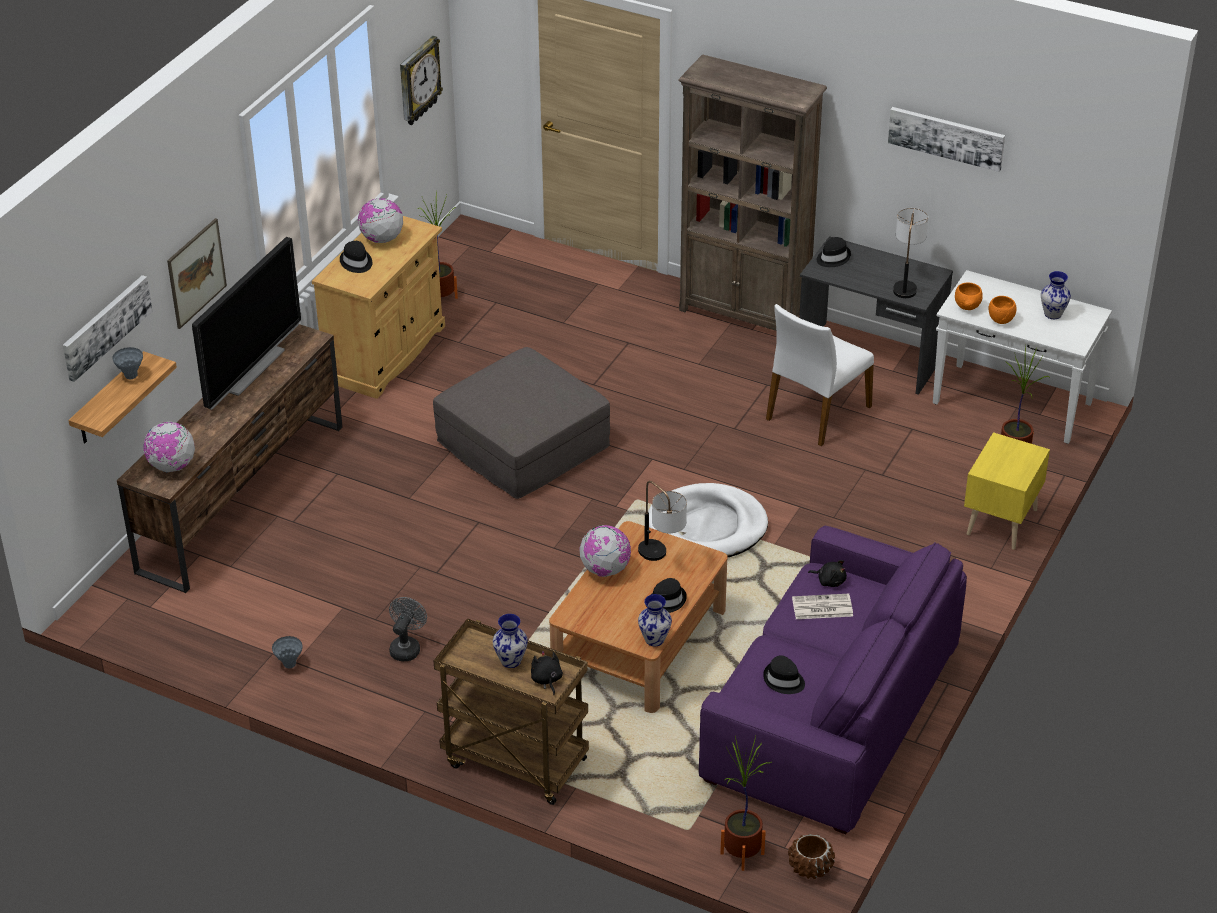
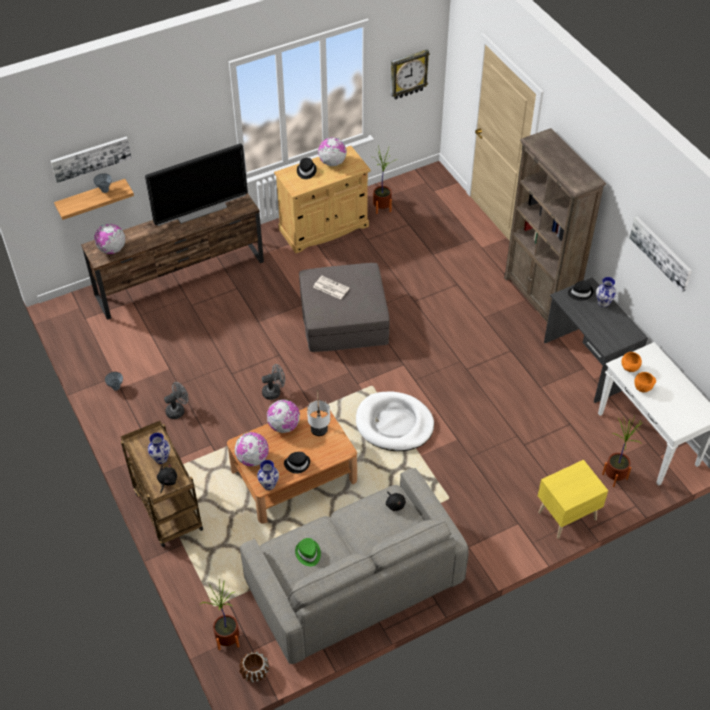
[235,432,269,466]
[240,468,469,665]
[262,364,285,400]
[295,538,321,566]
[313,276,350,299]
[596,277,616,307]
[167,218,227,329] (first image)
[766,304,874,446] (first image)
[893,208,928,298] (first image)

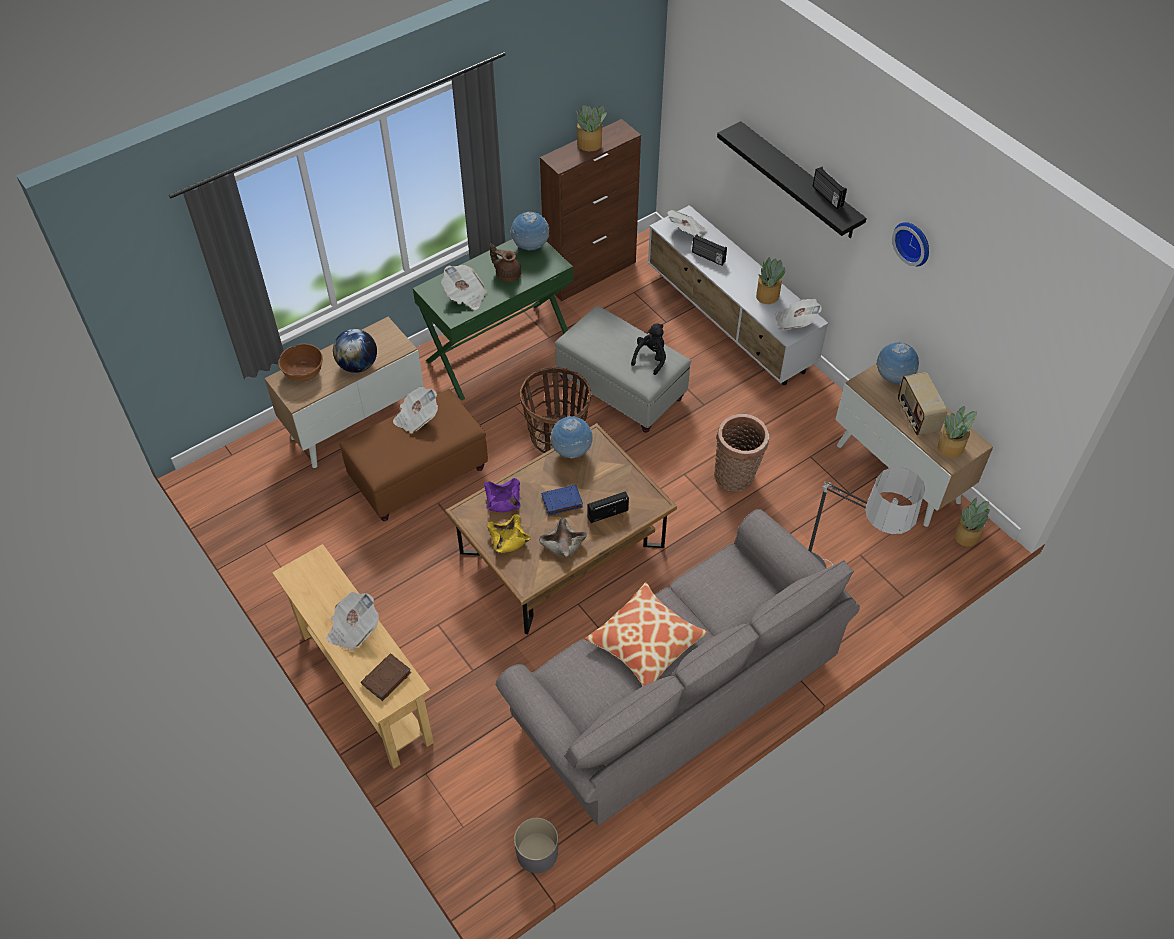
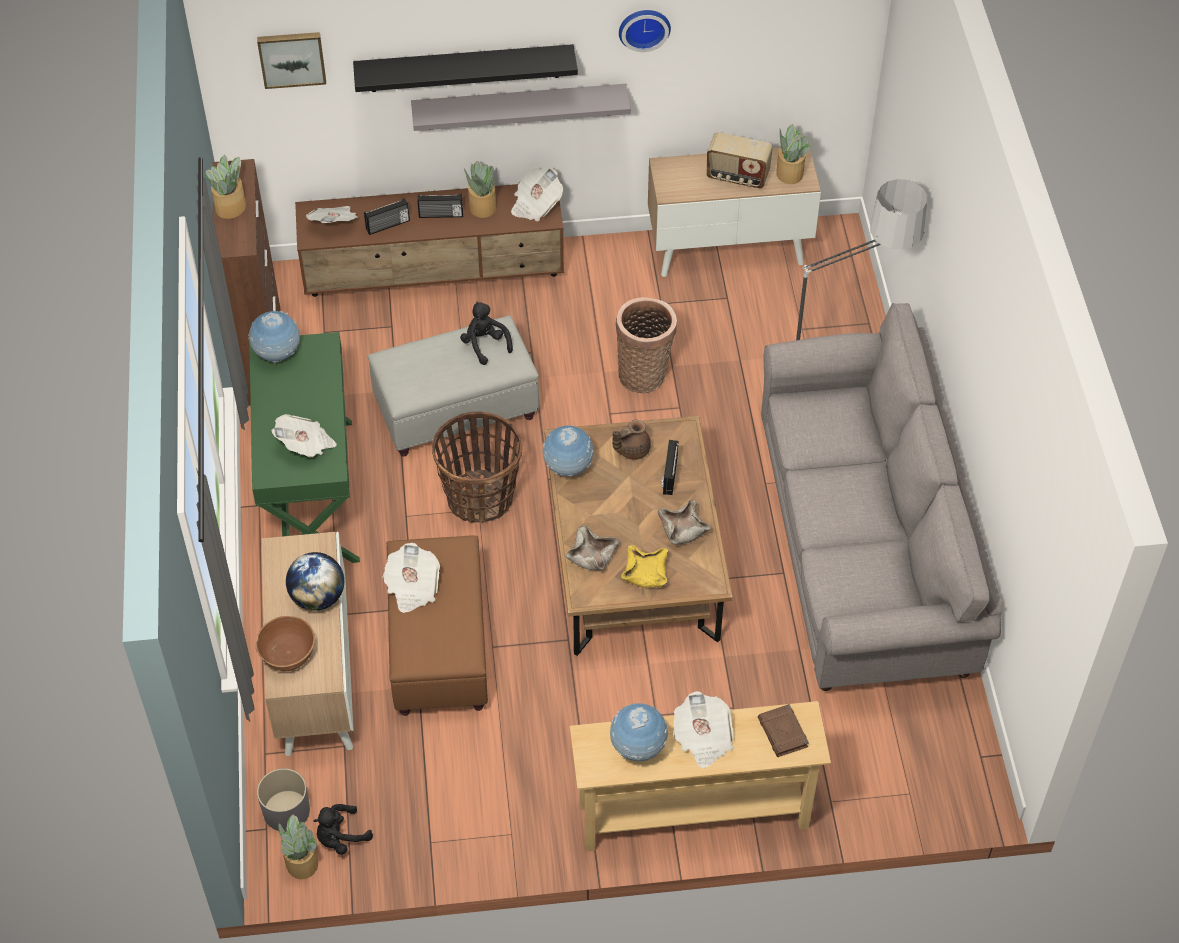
[257,32,326,89]
[257,768,310,832]
[278,815,318,879]
[295,184,564,297]
[313,804,373,855]
[411,84,630,131]
[417,194,463,218]
[566,526,620,570]
[610,703,668,761]
[612,420,651,460]
[542,485,583,516] (first image)
[585,582,708,686] (first image)

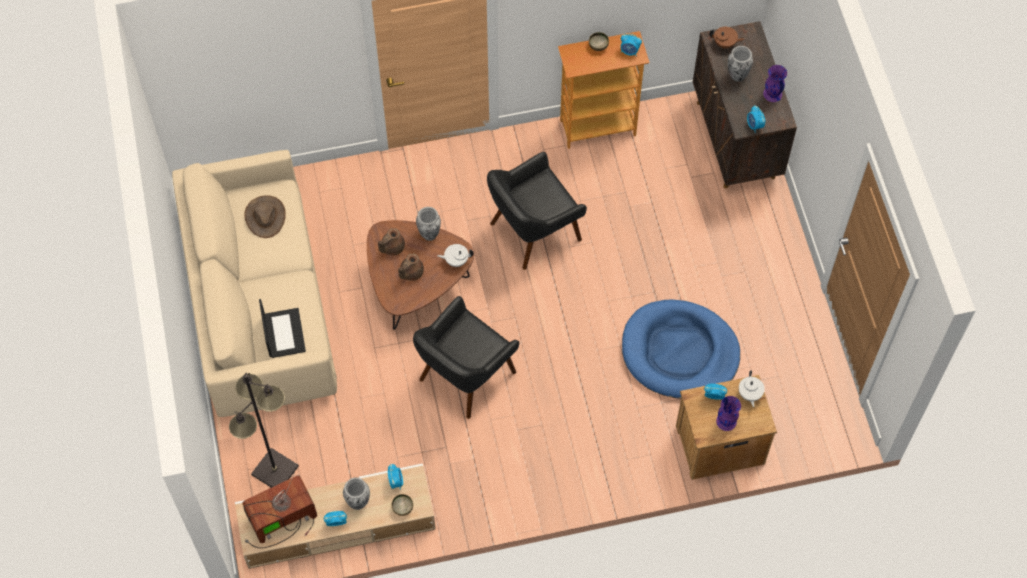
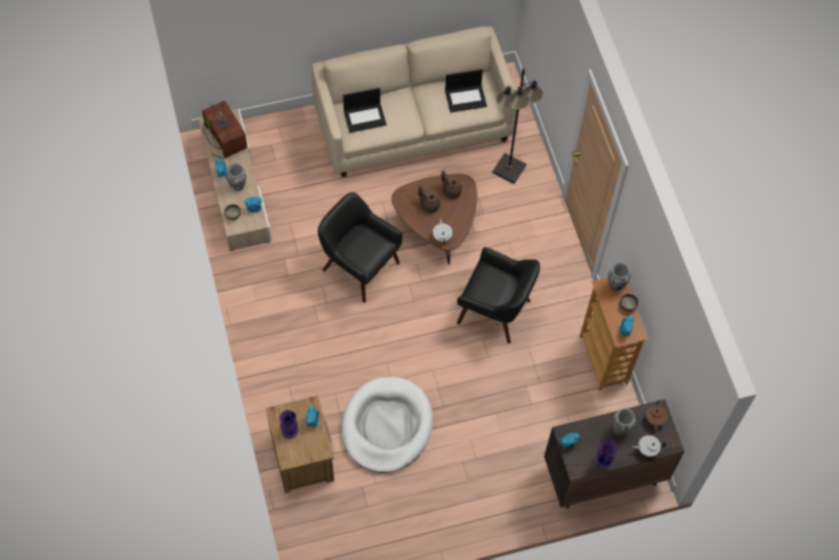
[341,377,433,473]
[445,69,487,113]
[457,247,540,344]
[492,68,543,184]
[608,262,631,291]
[632,435,666,457]

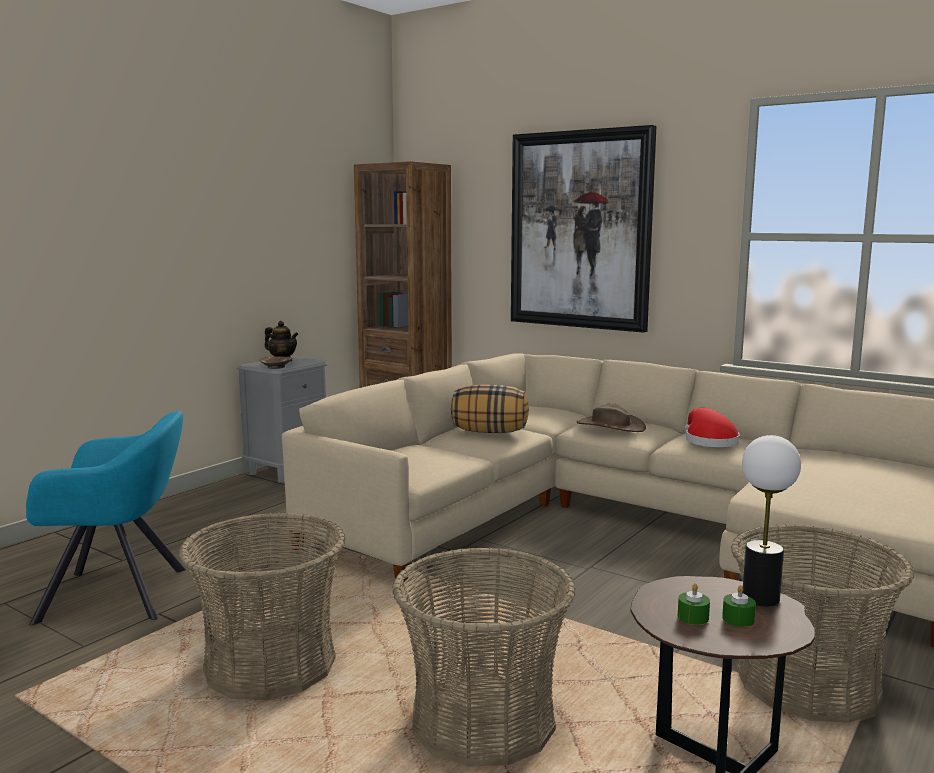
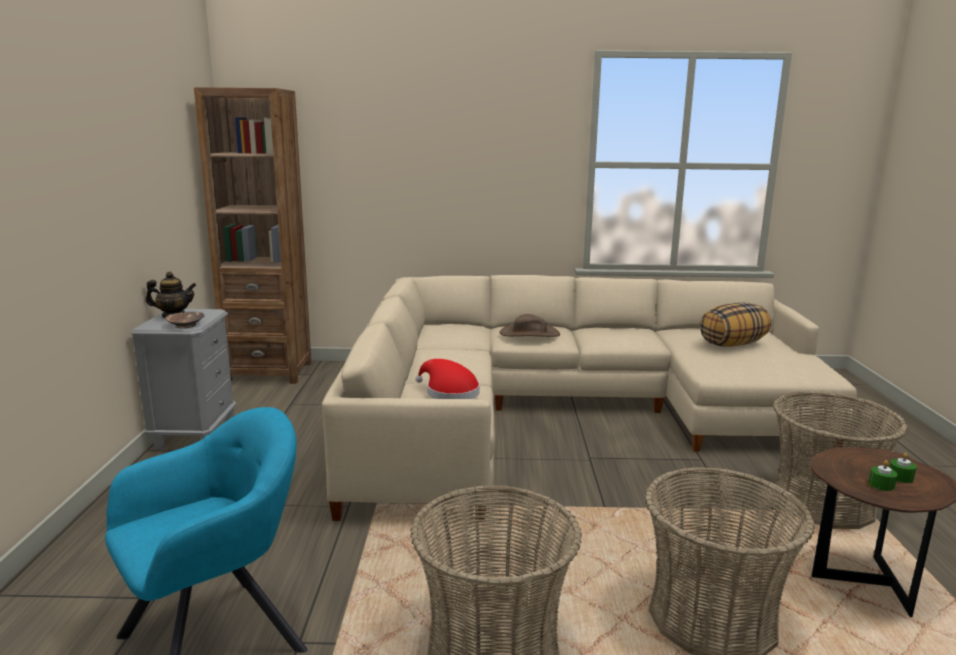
[415,359,480,399]
[700,302,771,347]
[511,125,657,333] (first image)
[742,435,801,606] (first image)

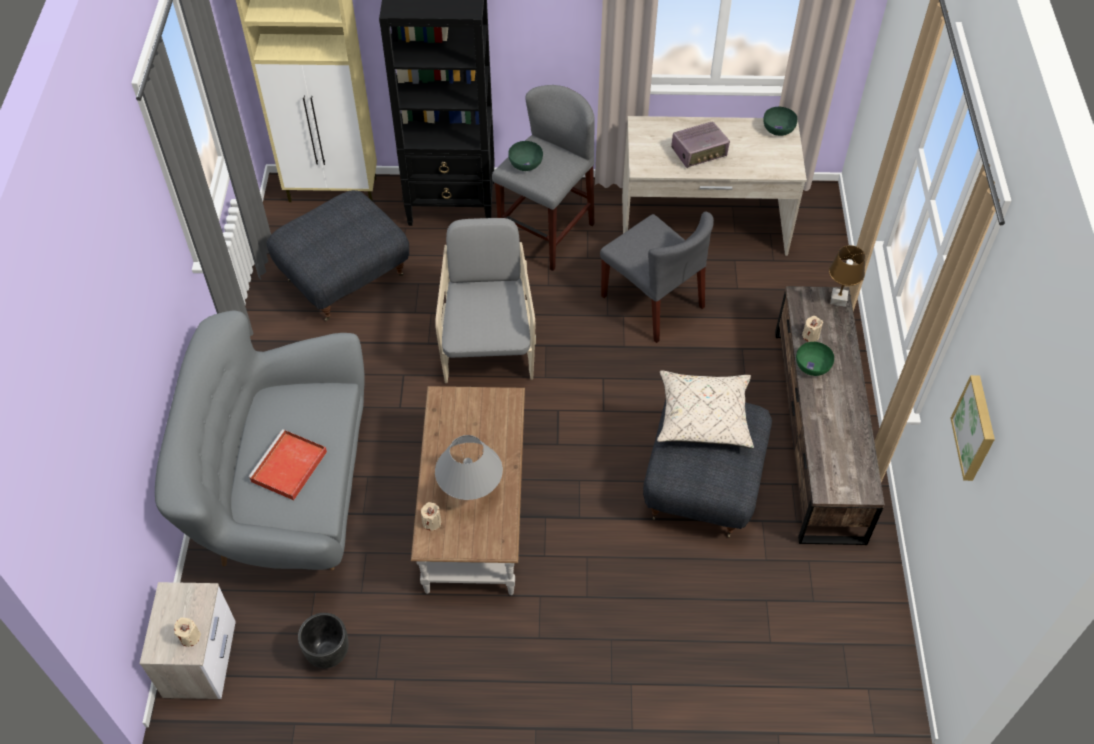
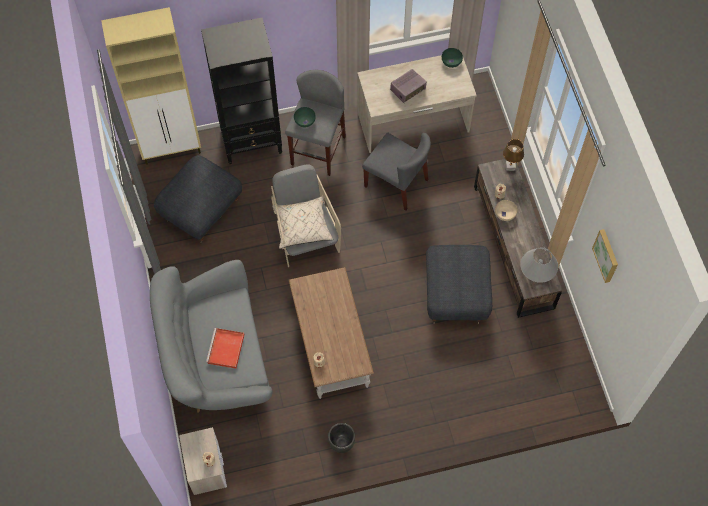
[272,196,333,249]
[328,423,355,453]
[495,200,517,221]
[520,247,558,283]

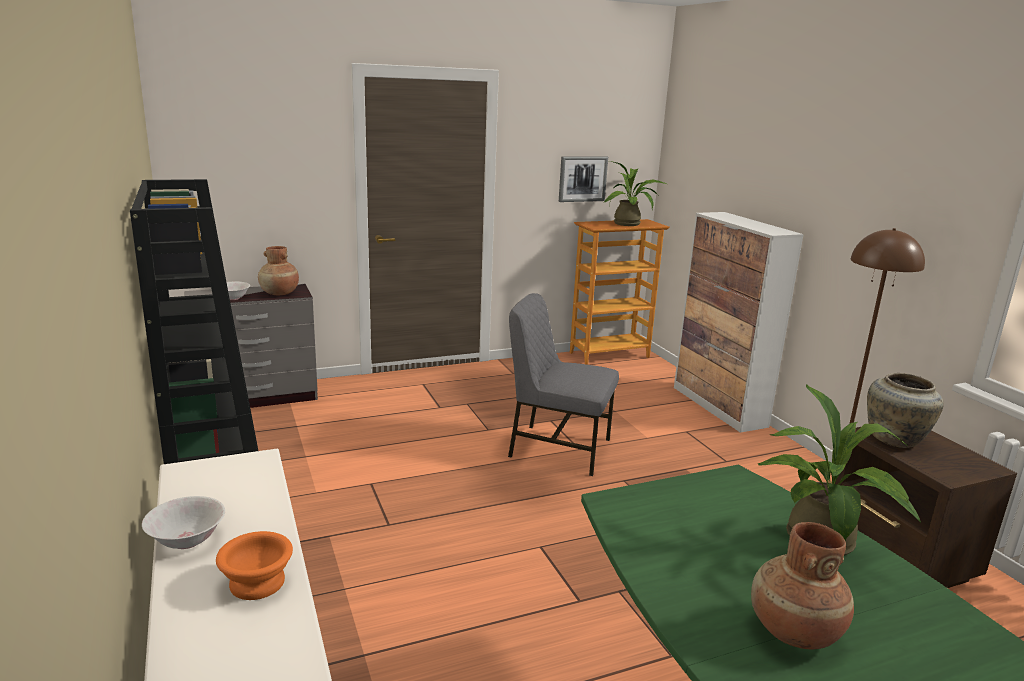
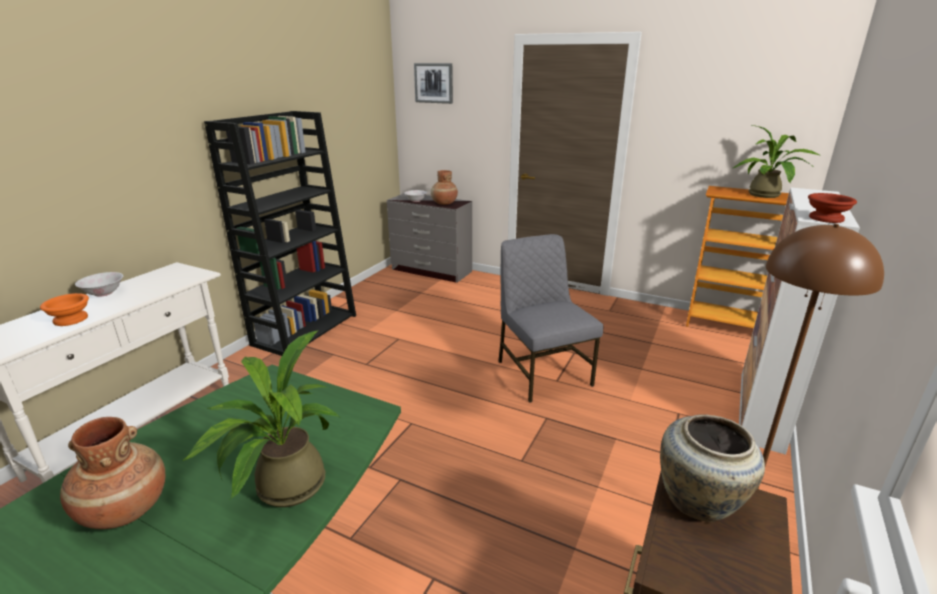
[414,63,453,104]
[808,193,857,223]

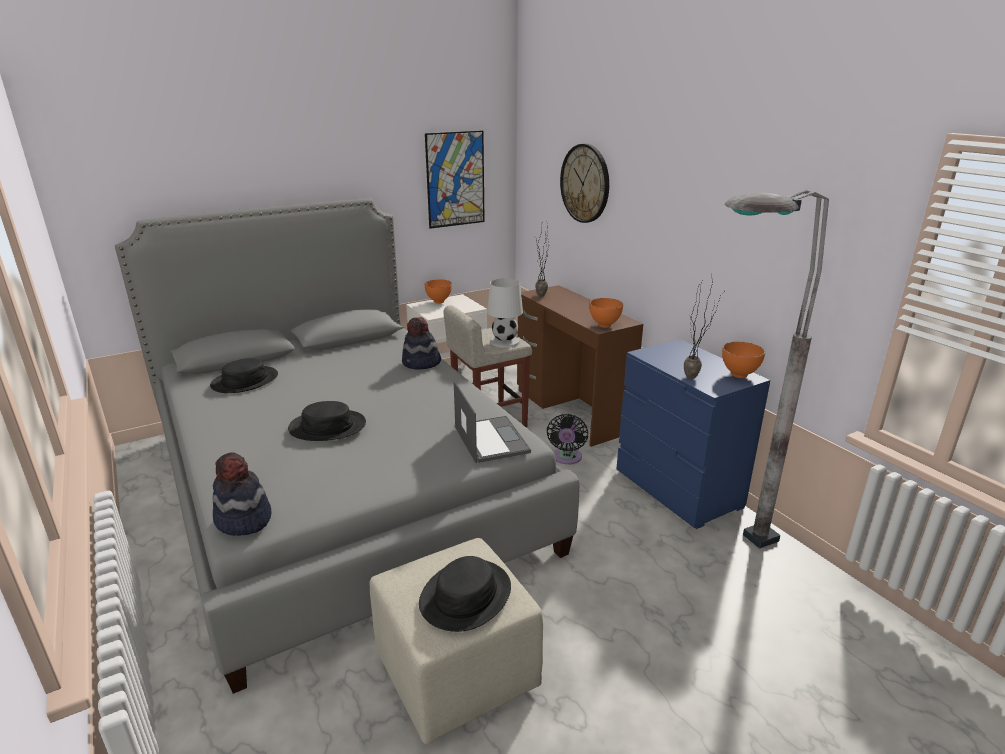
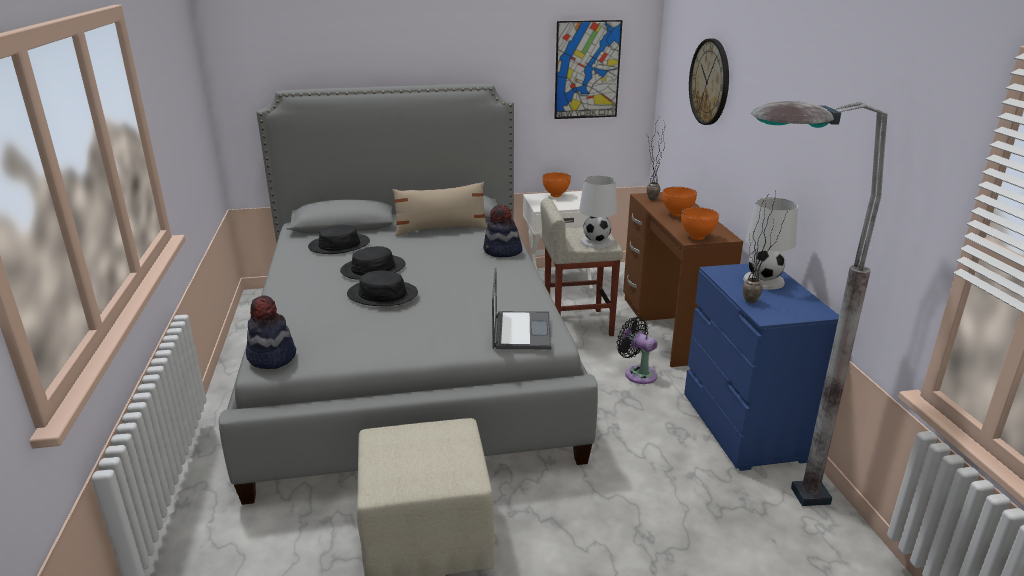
[340,246,406,280]
[392,182,487,236]
[617,317,658,384]
[662,187,697,217]
[743,198,798,290]

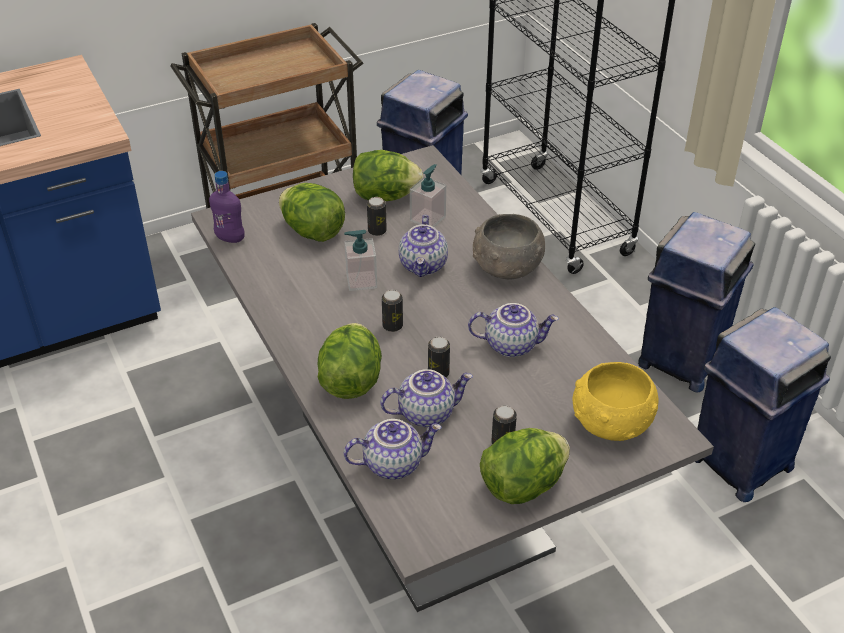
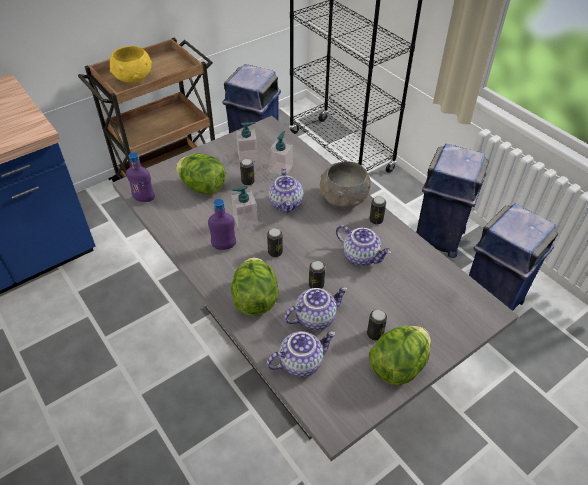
[109,46,152,83]
[208,199,236,250]
[236,122,258,162]
[336,225,391,266]
[369,196,386,225]

